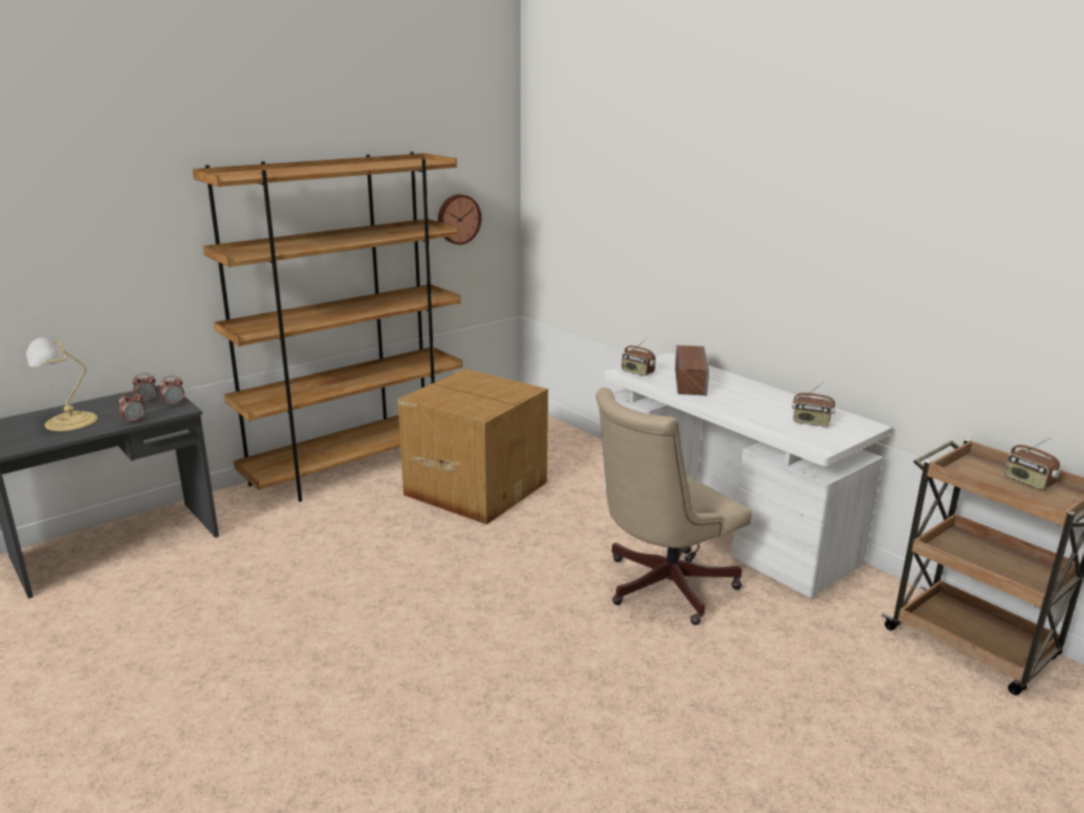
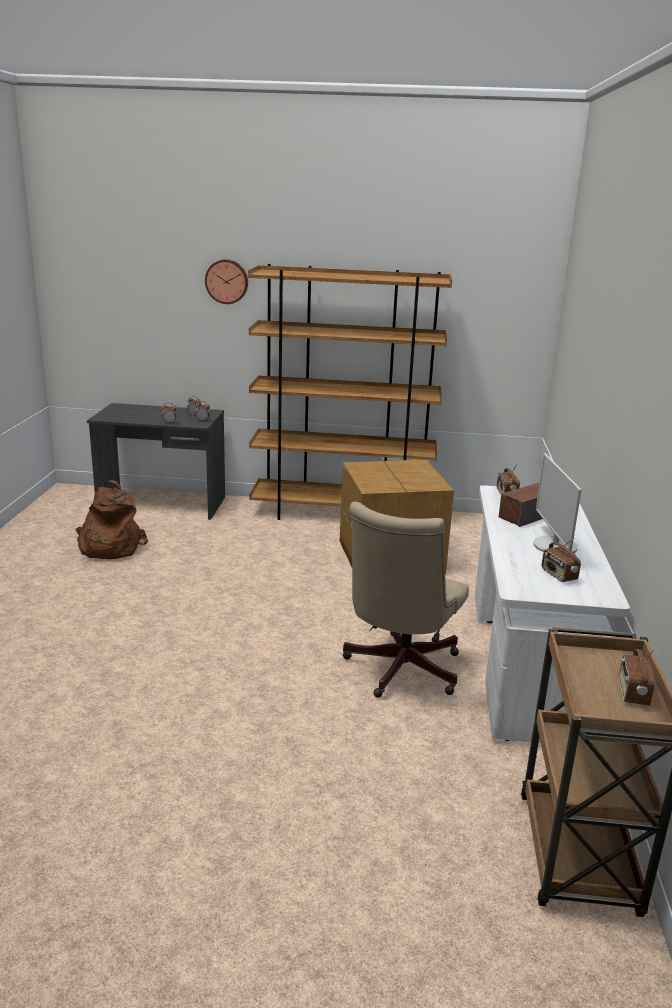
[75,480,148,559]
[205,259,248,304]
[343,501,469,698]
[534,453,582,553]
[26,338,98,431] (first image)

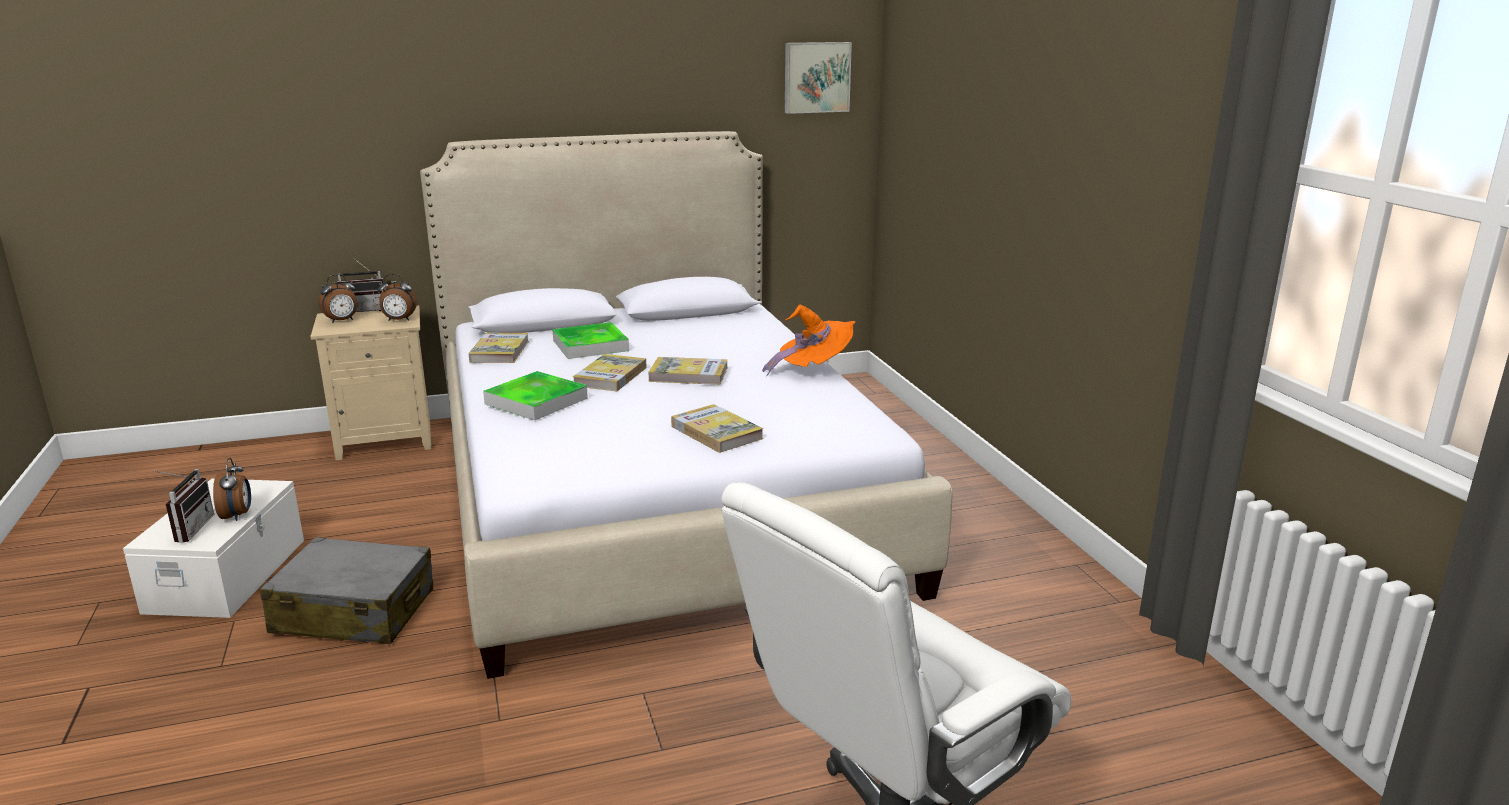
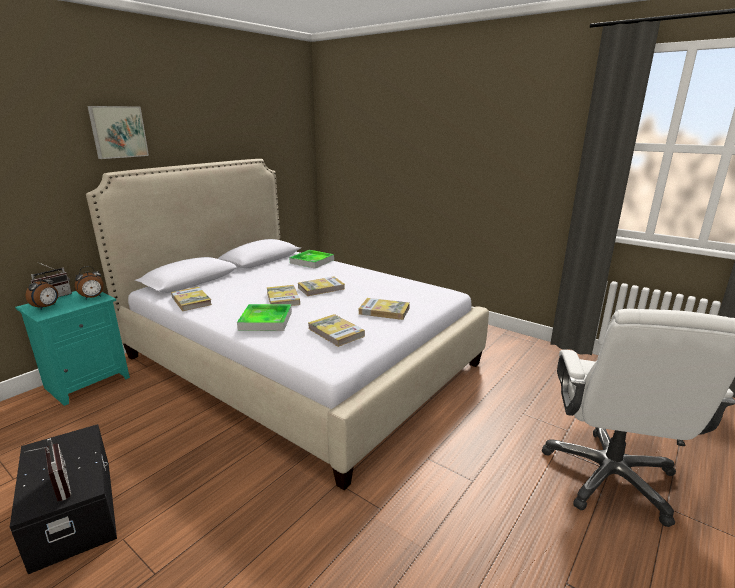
[10,424,117,574]
[15,291,130,406]
[87,106,149,159]
[289,250,334,269]
[308,314,365,347]
[213,458,251,521] (first image)
[260,537,433,644] (first image)
[762,304,855,376] (first image)

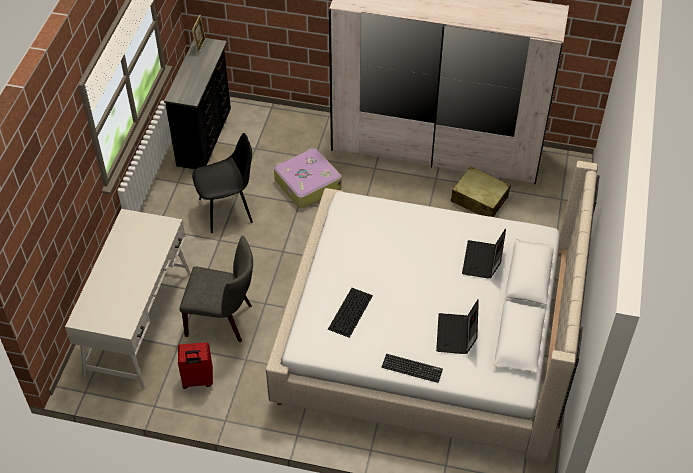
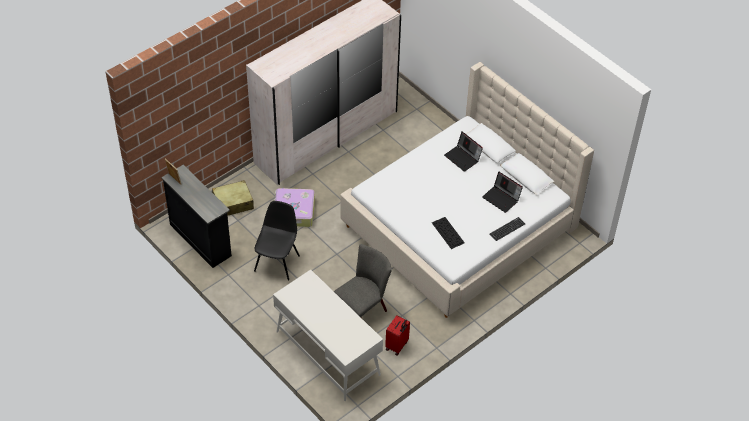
[212,180,254,216]

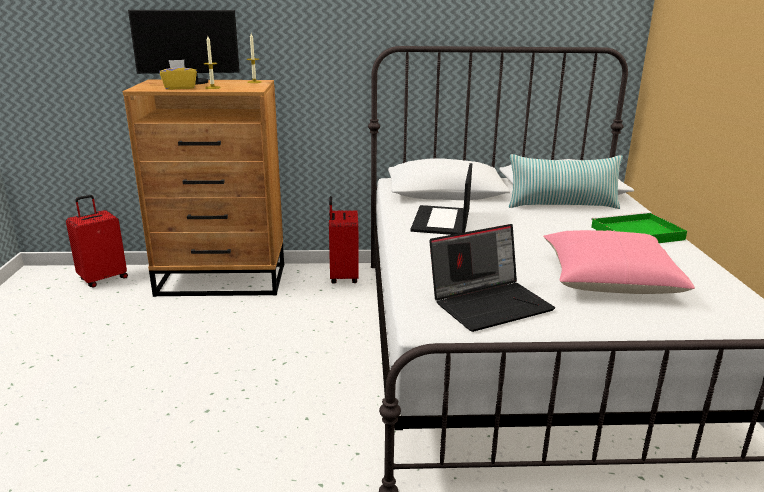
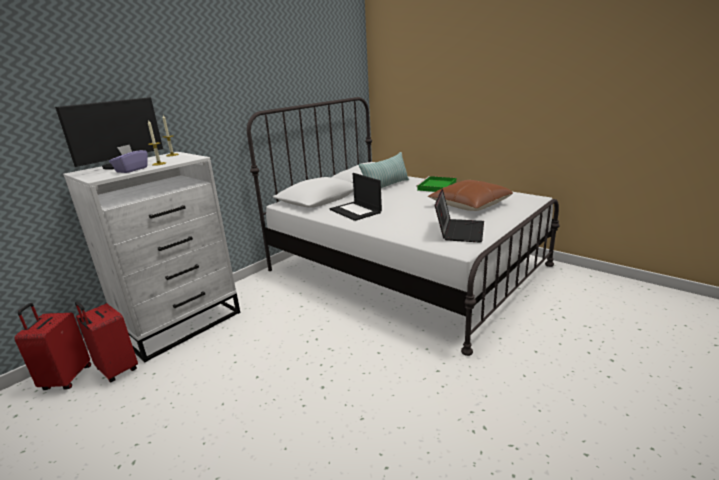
[63,152,240,362]
[75,301,138,383]
[109,145,148,173]
[427,180,513,211]

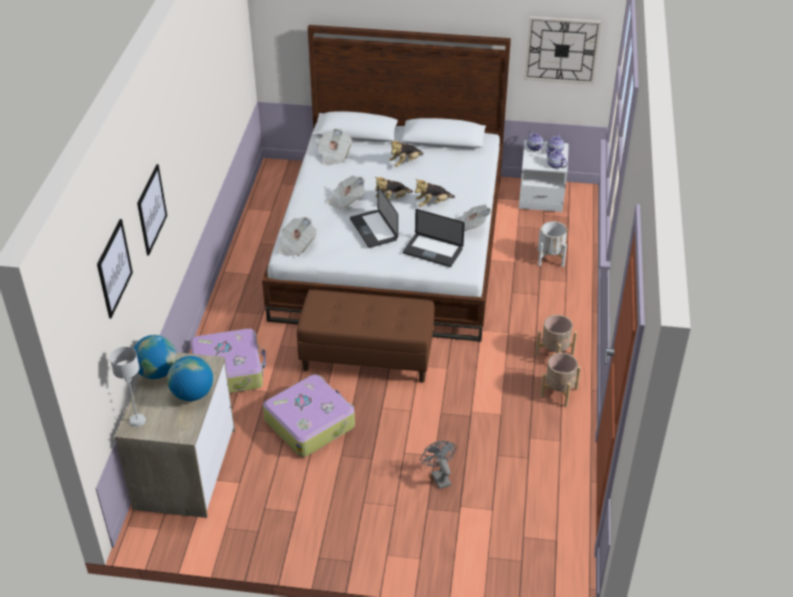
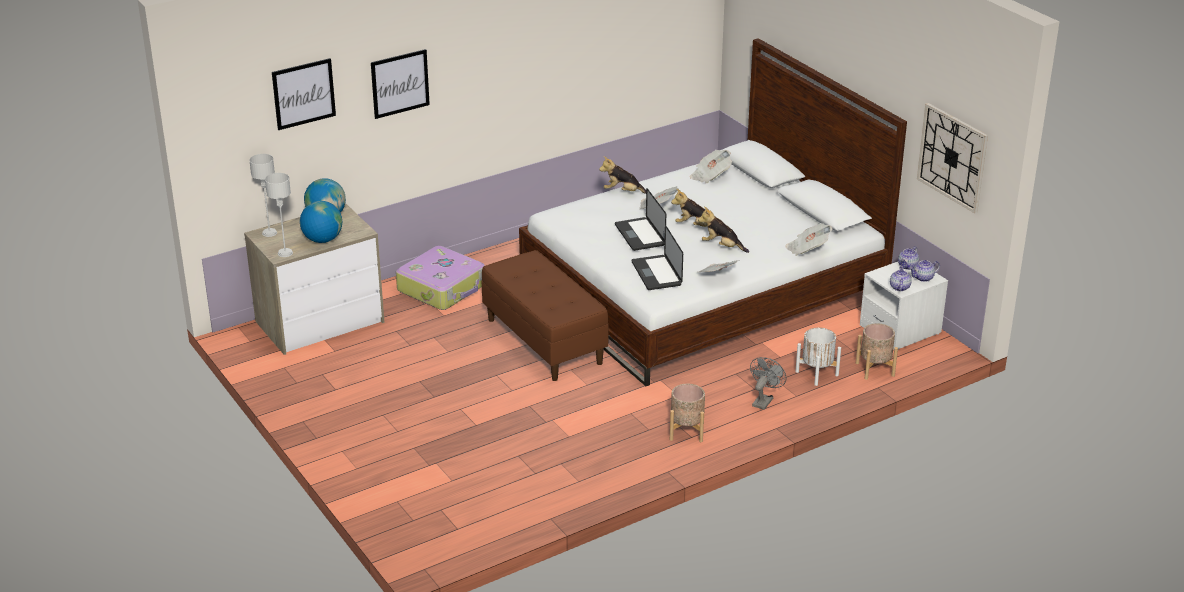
[265,173,293,257]
[599,156,646,194]
[615,188,666,251]
[750,357,787,410]
[785,223,832,256]
[856,323,898,380]
[263,374,355,457] (first image)

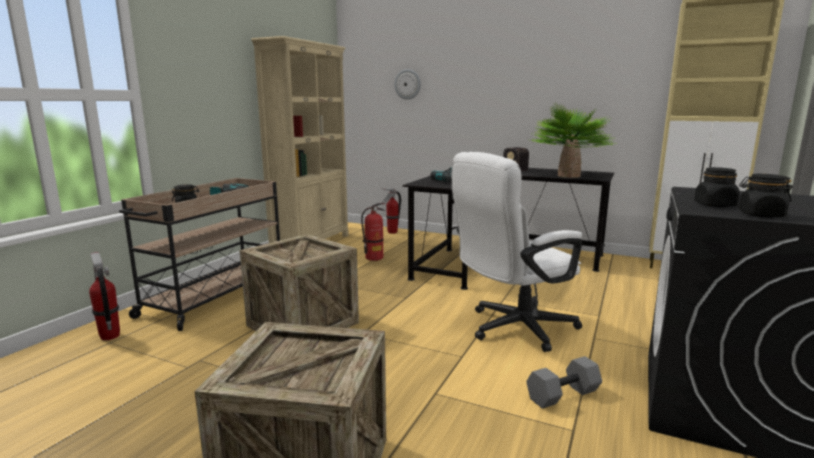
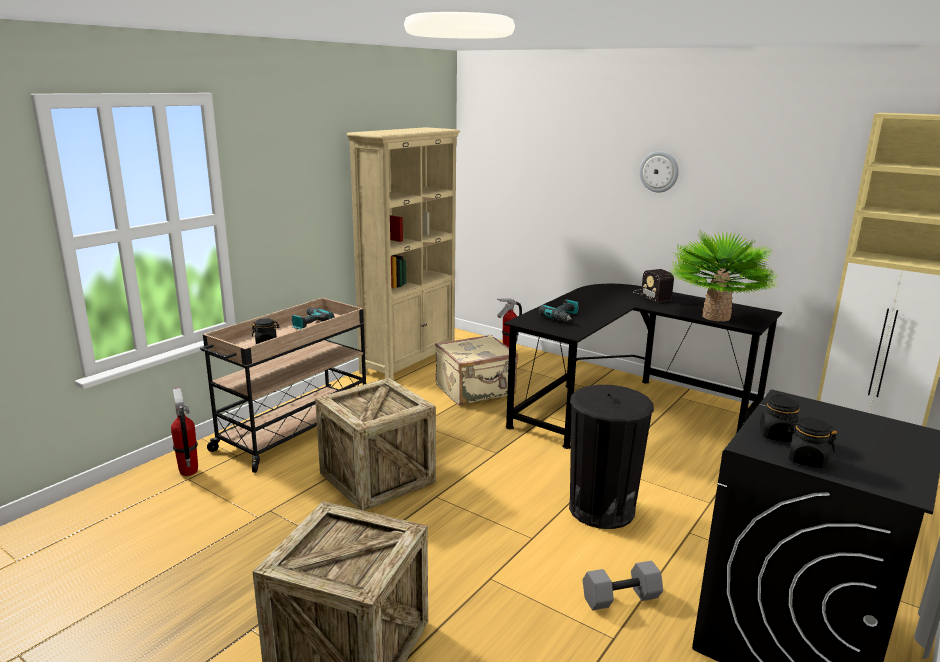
[435,334,518,405]
[569,385,654,529]
[639,151,679,193]

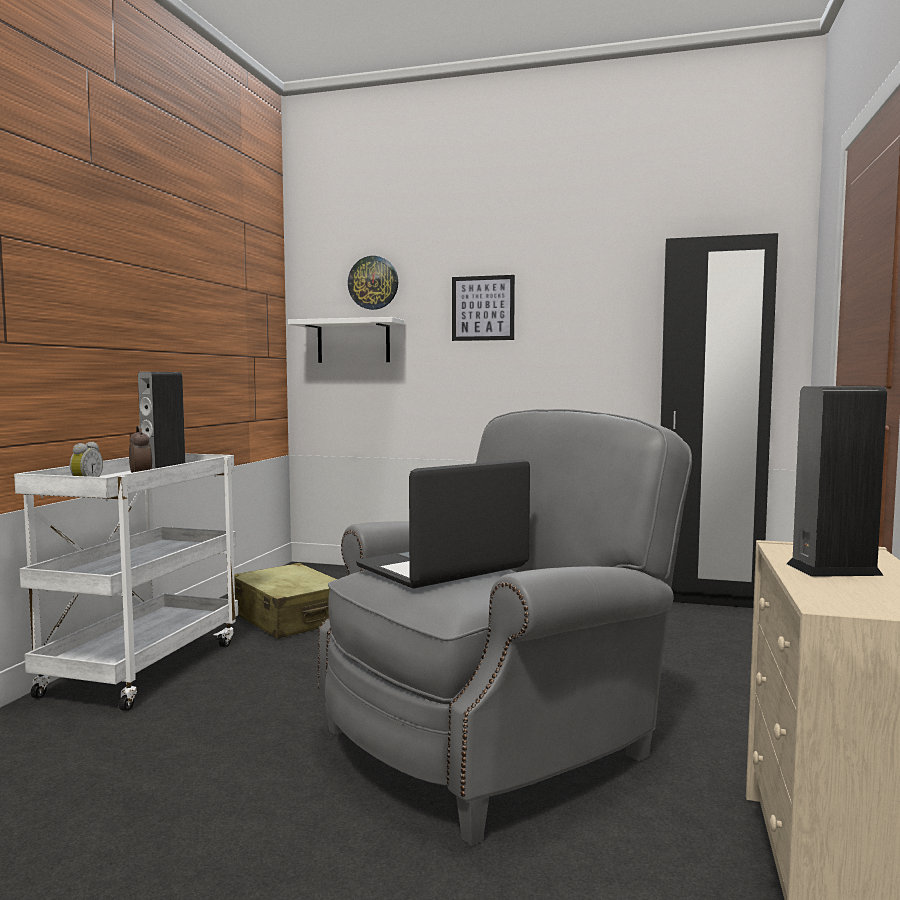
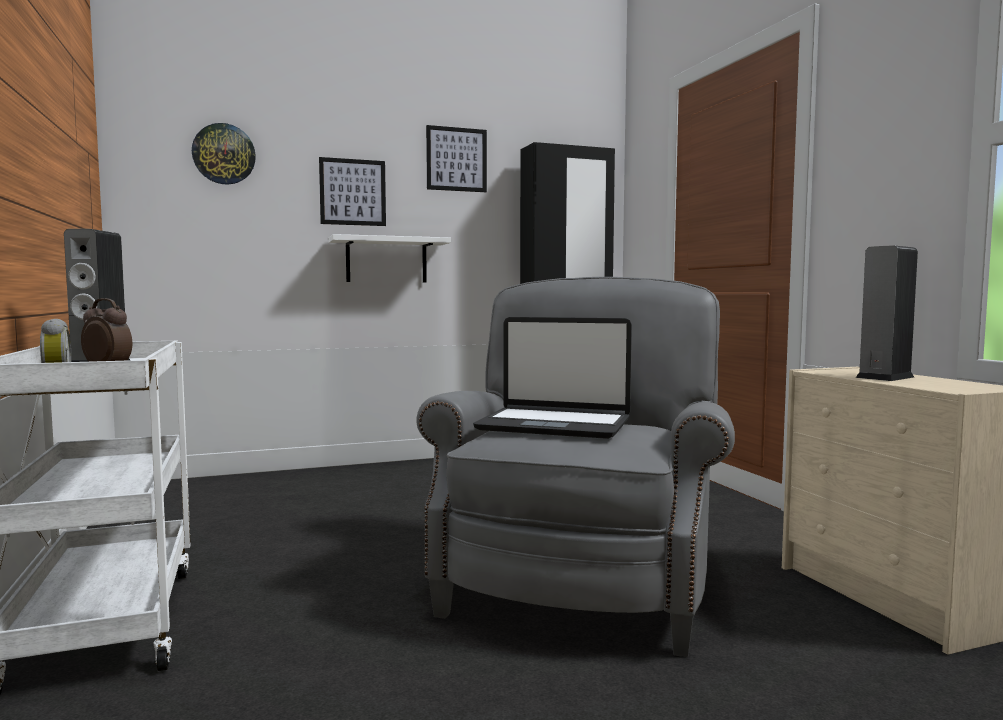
[329,234,451,282]
[426,125,487,192]
[473,317,632,439]
[234,563,338,638] (first image)

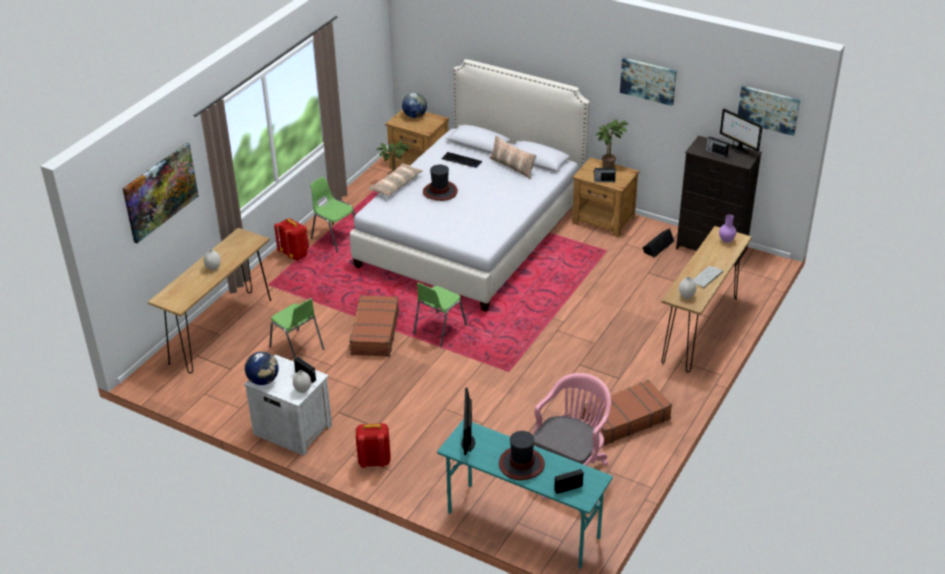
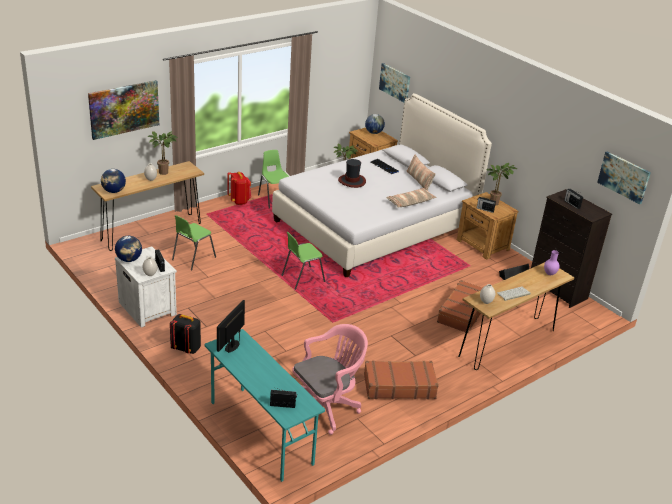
[101,169,126,193]
[148,131,178,175]
[170,314,201,354]
[172,215,216,271]
[379,63,410,102]
[387,188,437,208]
[437,280,482,333]
[499,431,545,480] (first image)
[720,109,763,154] (first image)

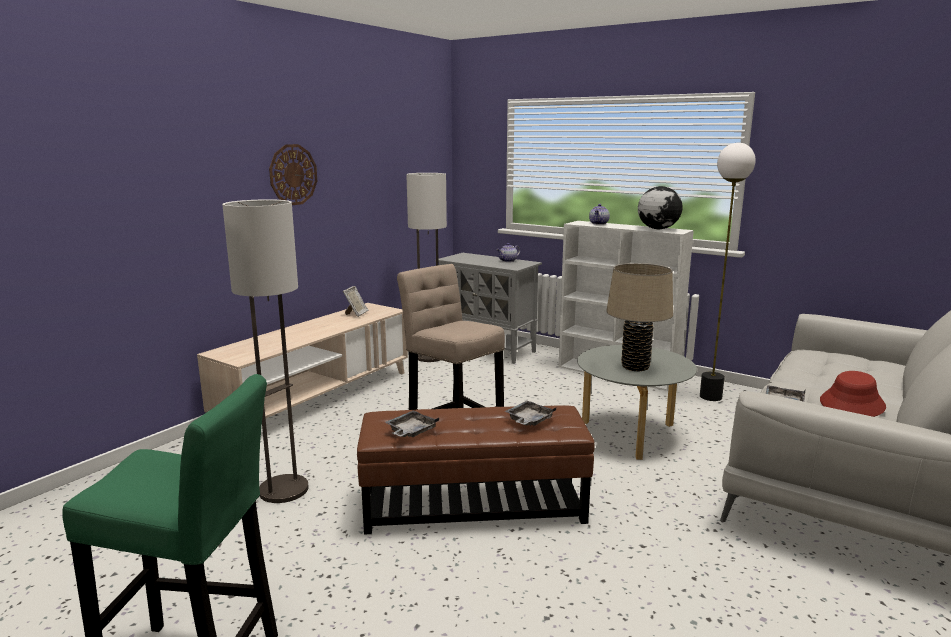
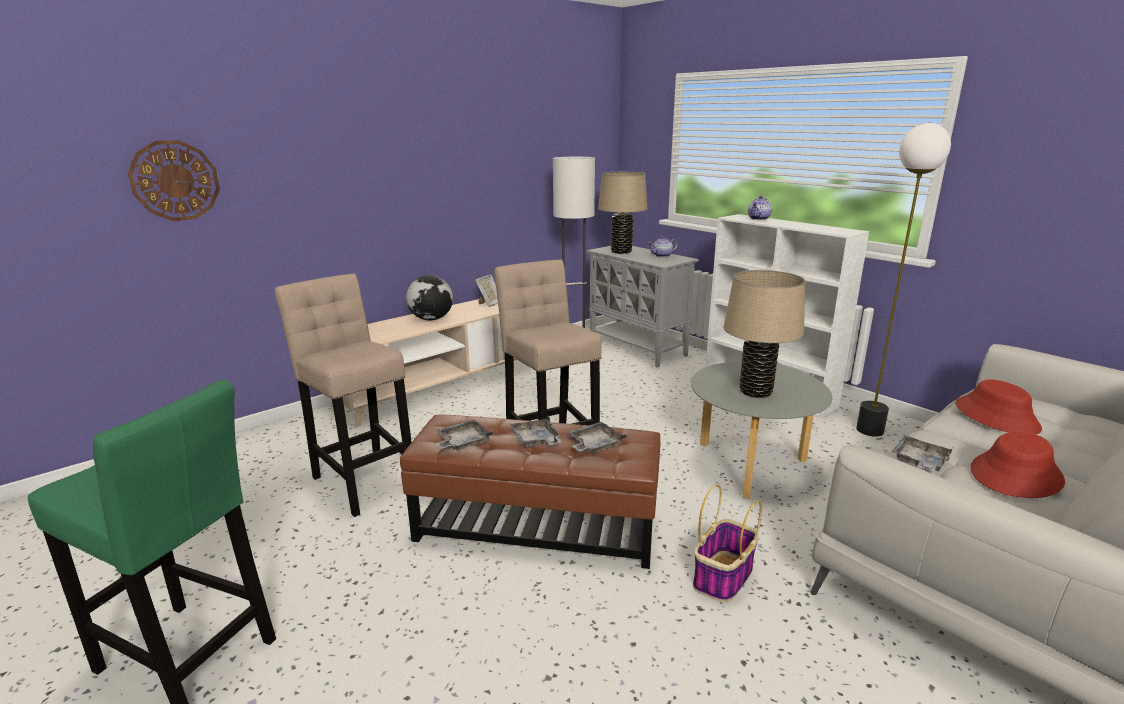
[128,140,220,221]
[275,274,412,517]
[406,275,453,320]
[510,415,562,447]
[598,172,647,254]
[693,484,762,602]
[955,379,1042,434]

